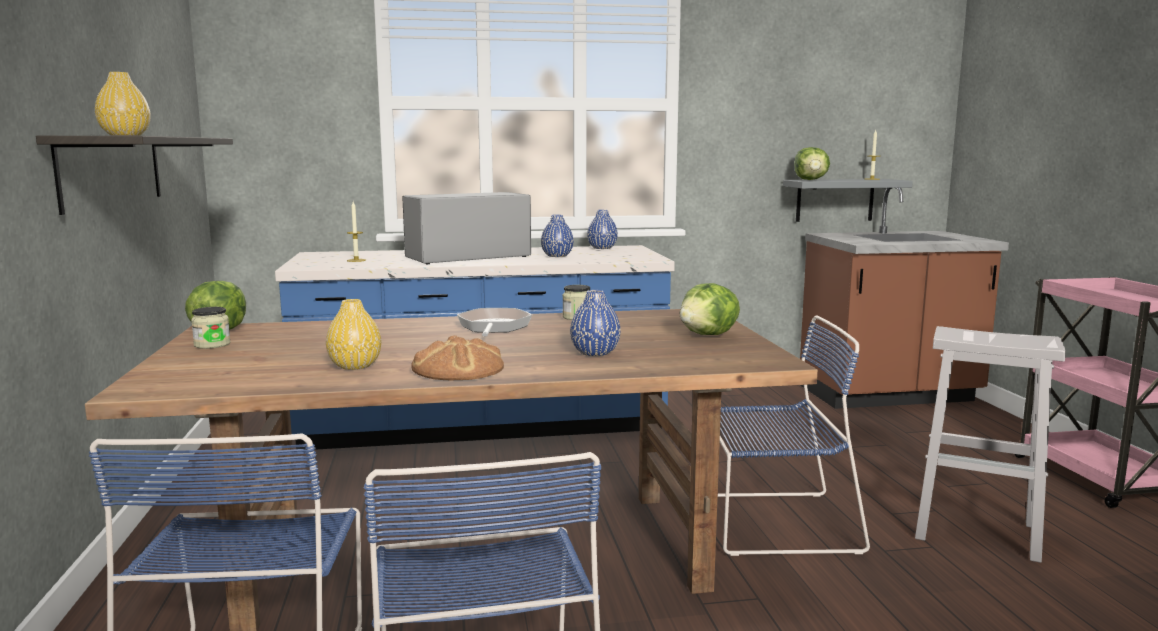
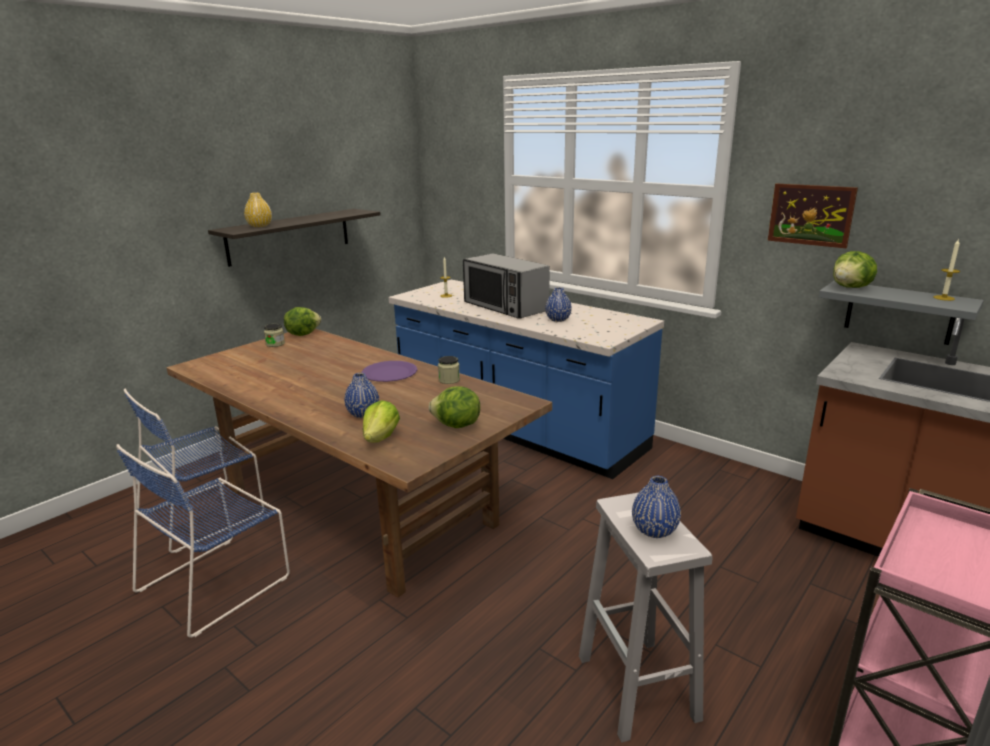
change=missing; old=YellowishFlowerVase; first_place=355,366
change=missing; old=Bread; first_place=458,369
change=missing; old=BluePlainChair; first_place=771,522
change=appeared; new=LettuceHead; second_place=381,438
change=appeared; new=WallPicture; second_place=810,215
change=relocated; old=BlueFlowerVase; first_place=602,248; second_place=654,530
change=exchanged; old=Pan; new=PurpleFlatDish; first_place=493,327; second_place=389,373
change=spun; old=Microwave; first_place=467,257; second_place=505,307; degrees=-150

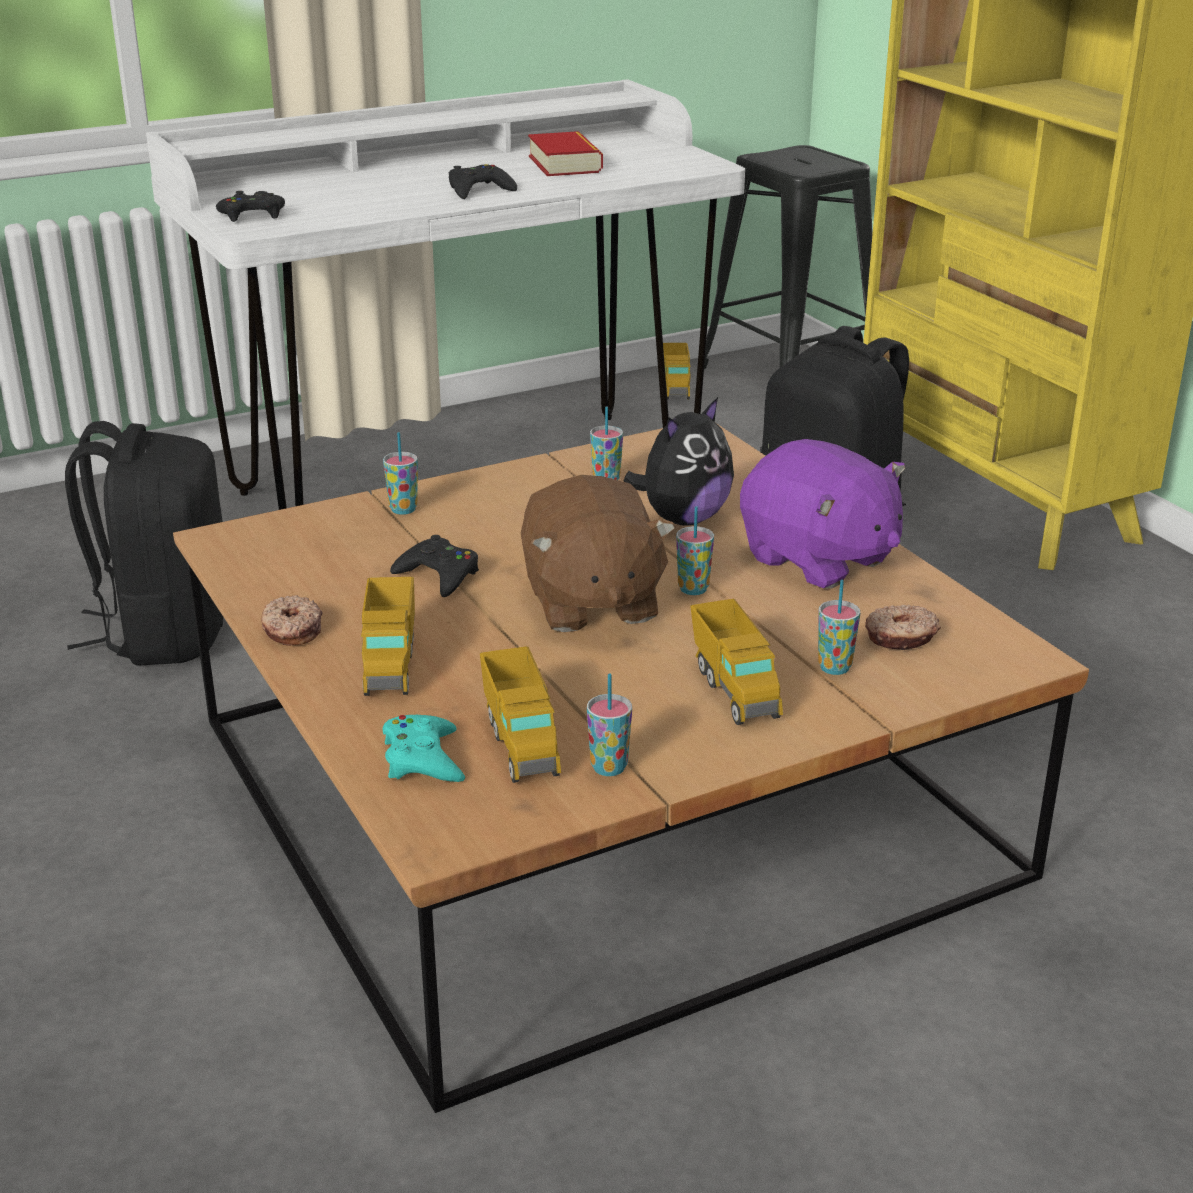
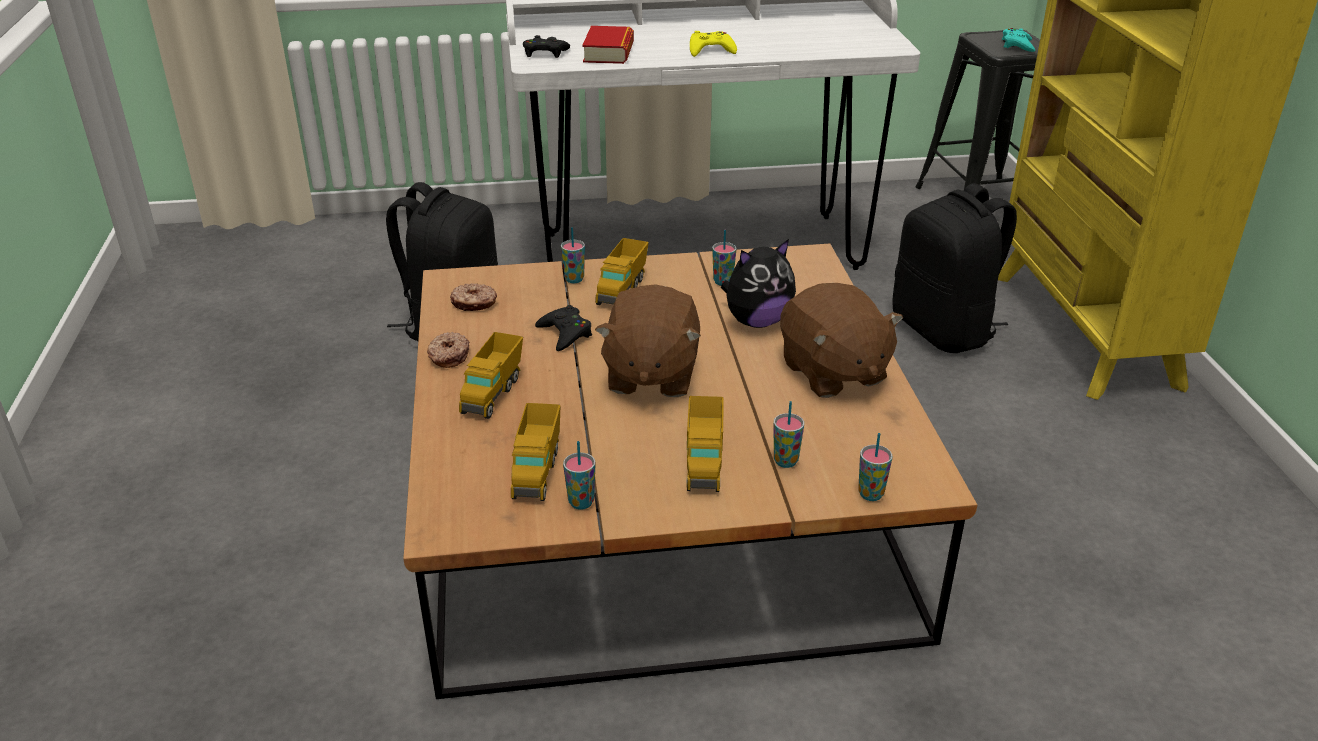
change=relocated; old=TurquoiseColouredJoypad; first_place=423,759; second_place=1017,45
change=relocated; old=Volume; first_place=565,164; second_place=608,52
change=relocated; old=ToyLorry; first_place=675,387; second_place=622,290
change=relocated; old=SmallCup; first_place=693,589; second_place=870,494
change=relocated; old=Donut; first_place=901,637; second_place=474,304
change=colour; old=BlackColouredJoypad; new=YellowishJoypad; first_place=479,190; second_place=710,50
change=colour; old=PurplePlushToy; new=BrownColouredPlushToy; first_place=818,559; second_place=832,372

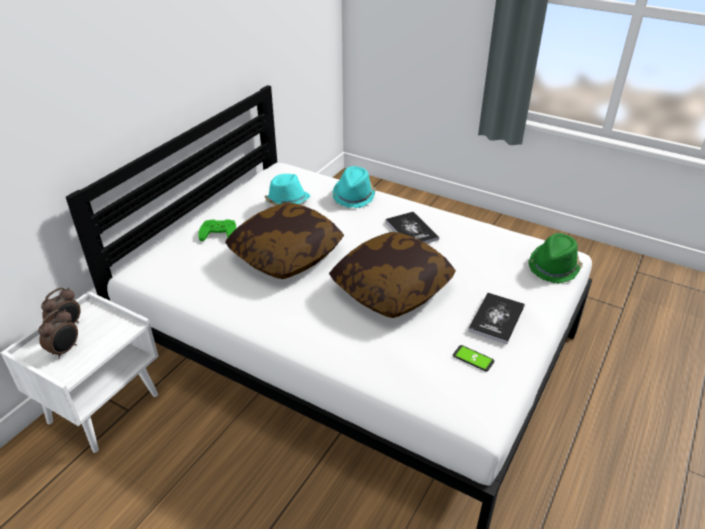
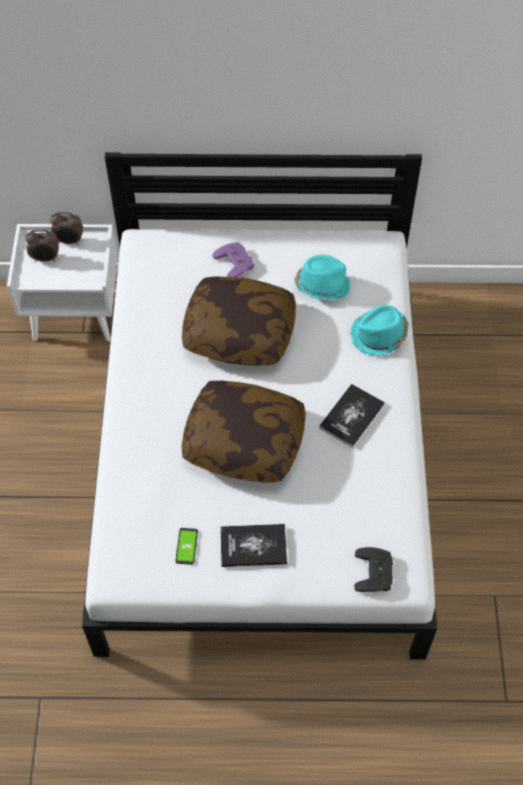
change=exchanged; old=GreenishClothingHat; new=BlackColouredJoypad; first_place=554,267; second_place=376,573
change=colour; old=GreenishJoypad; new=PurpleJoypad; first_place=219,232; second_place=237,262

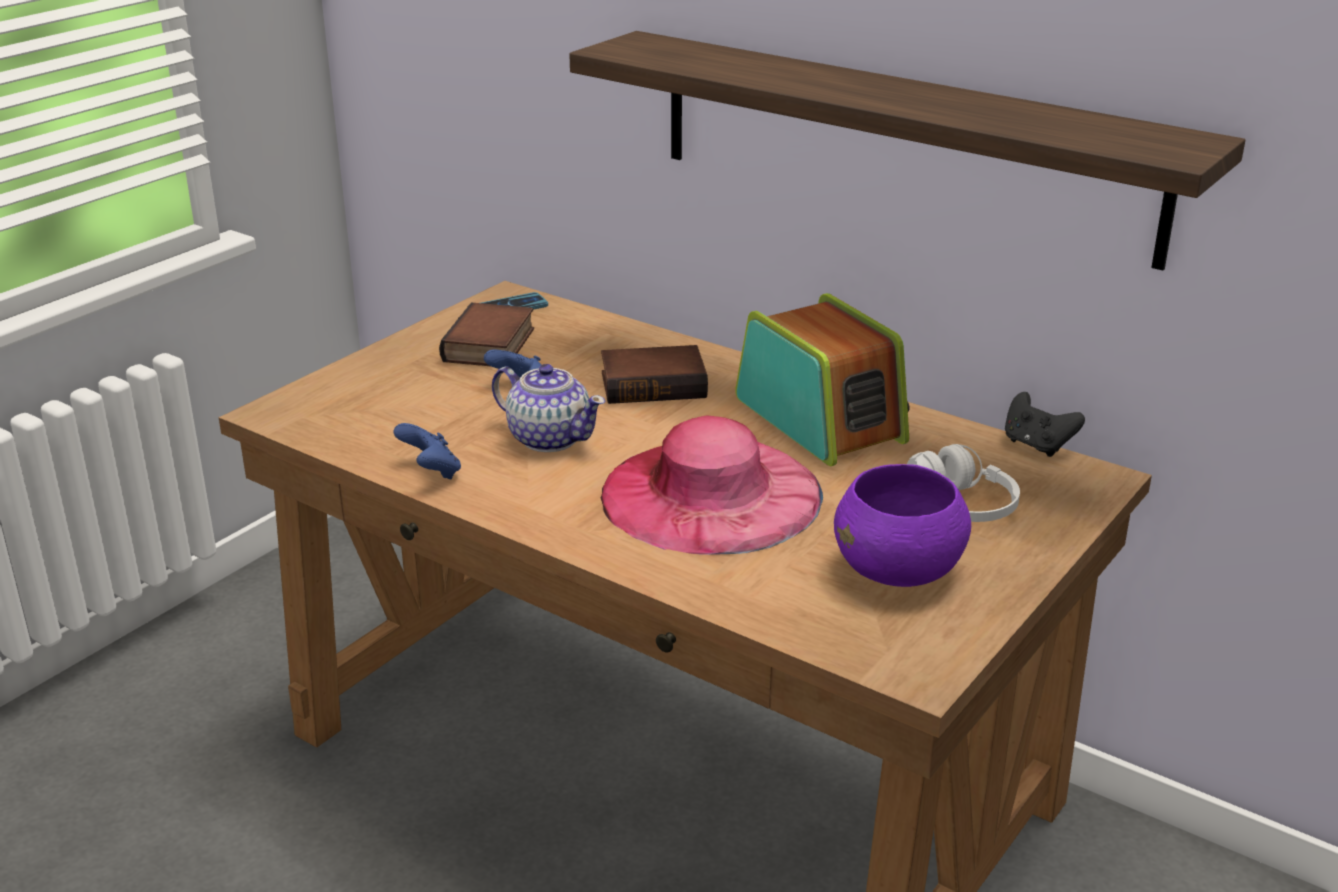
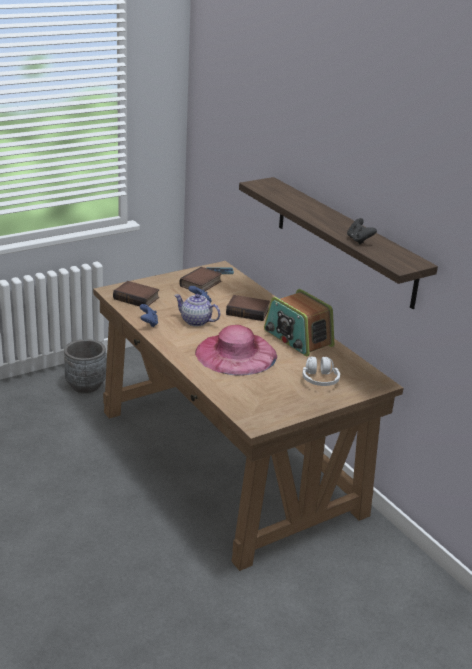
change=missing; old=PurpleBowl; first_place=899,571
change=appeared; new=GrayPlanter; second_place=86,385
change=appeared; new=Volume; second_place=137,298
change=relocated; old=BlackColouredJoypad; first_place=1037,445; second_place=359,240
change=spun; old=Teapot; first_place=549,438; second_place=196,321; degrees=150
change=spun; old=RadioReceiver; first_place=821,419; second_place=297,338; degrees=150

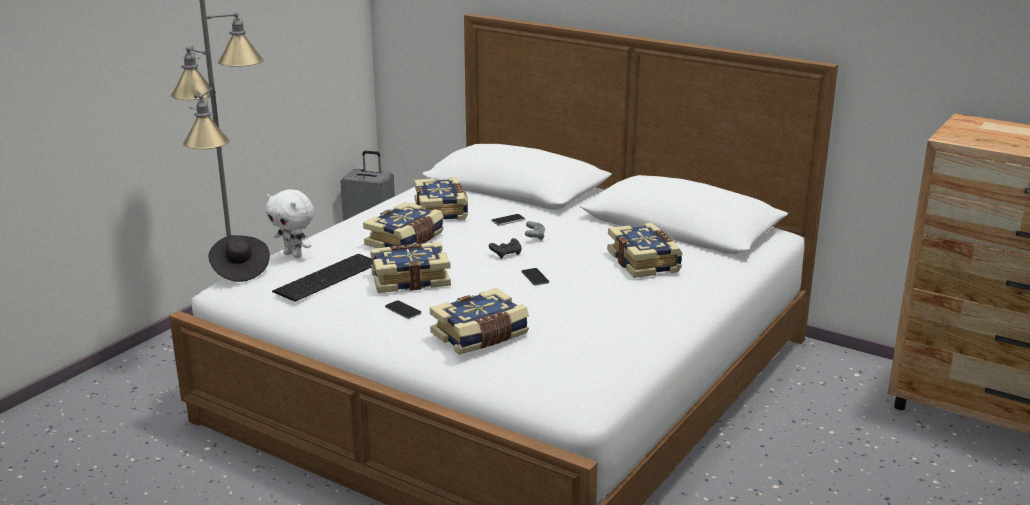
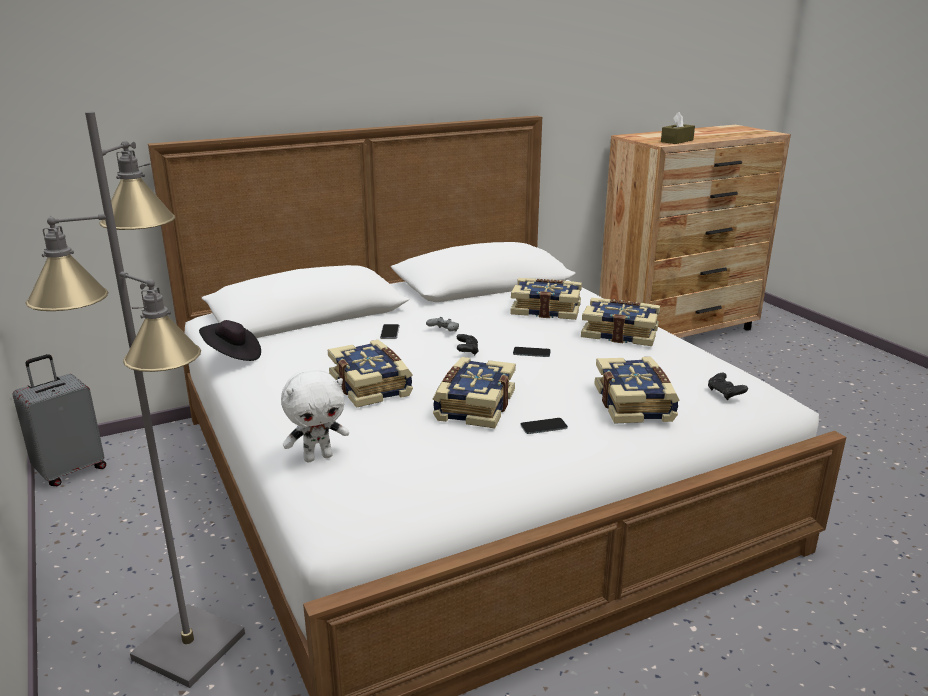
change=missing; old=ComputerKeyboard; first_place=329,277
change=appeared; new=BrownColouredTissueHolder; second_place=677,141
change=appeared; new=BlackColouredJoypad; second_place=725,393
change=relocated; old=BlackColouredClothingHat; first_place=240,270; second_place=232,355
change=relocated; old=Volume; first_place=442,211; second_place=620,333

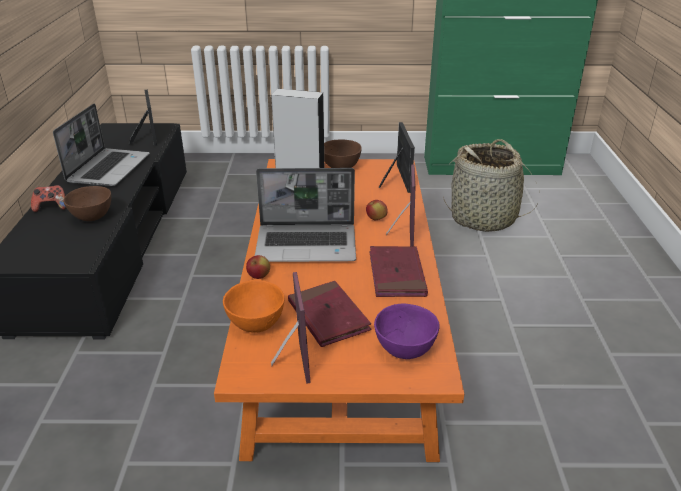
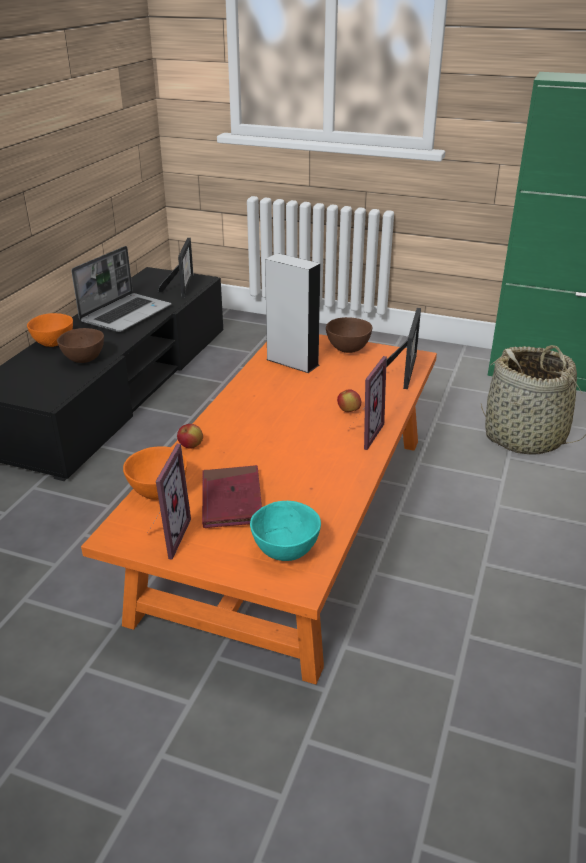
change=missing; old=Laptop; first_place=307,244
change=missing; old=ReddishVolume; first_place=397,275
change=exchanged; old=Joypad; new=OrangeyBowl; first_place=51,207; second_place=54,343
change=colour; old=PurpleBowl; new=TurquoiseColouredBowl; first_place=404,350; second_place=284,551

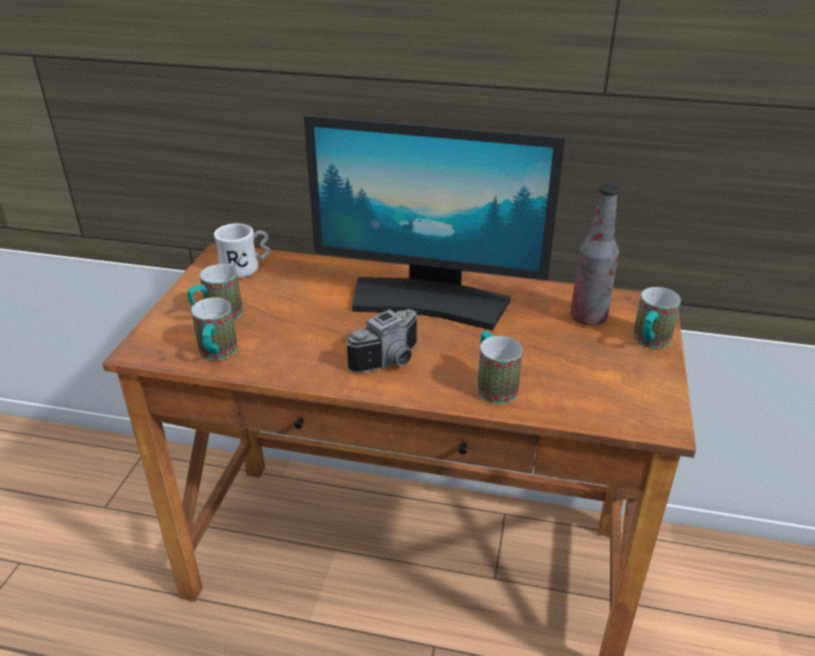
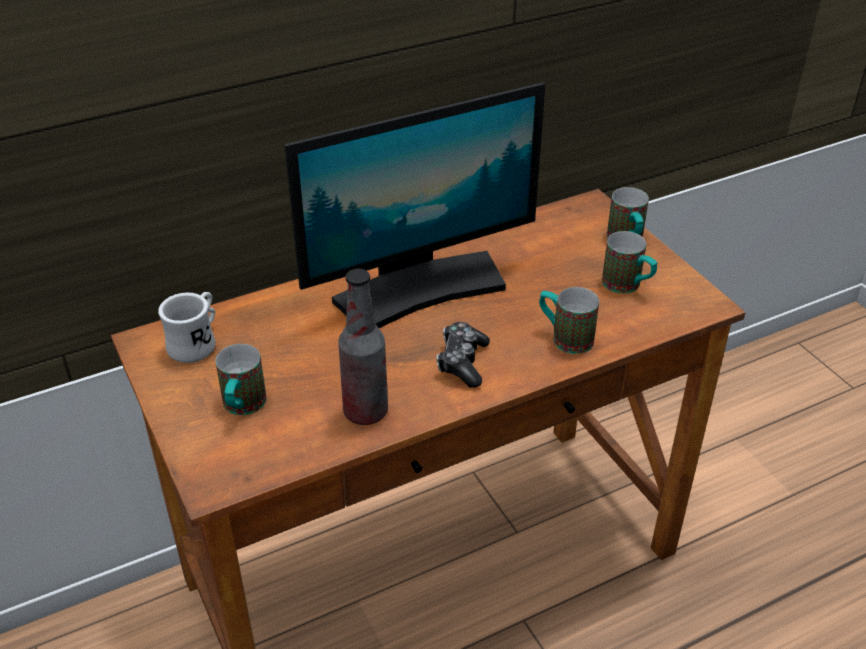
change=relocated; old=CoffeeMug; first_place=217,355; second_place=627,286
change=relocated; old=DrinkBottle; first_place=588,318; second_place=365,412
change=exchanged; old=StillCamera; new=Joypad; first_place=391,361; second_place=462,362

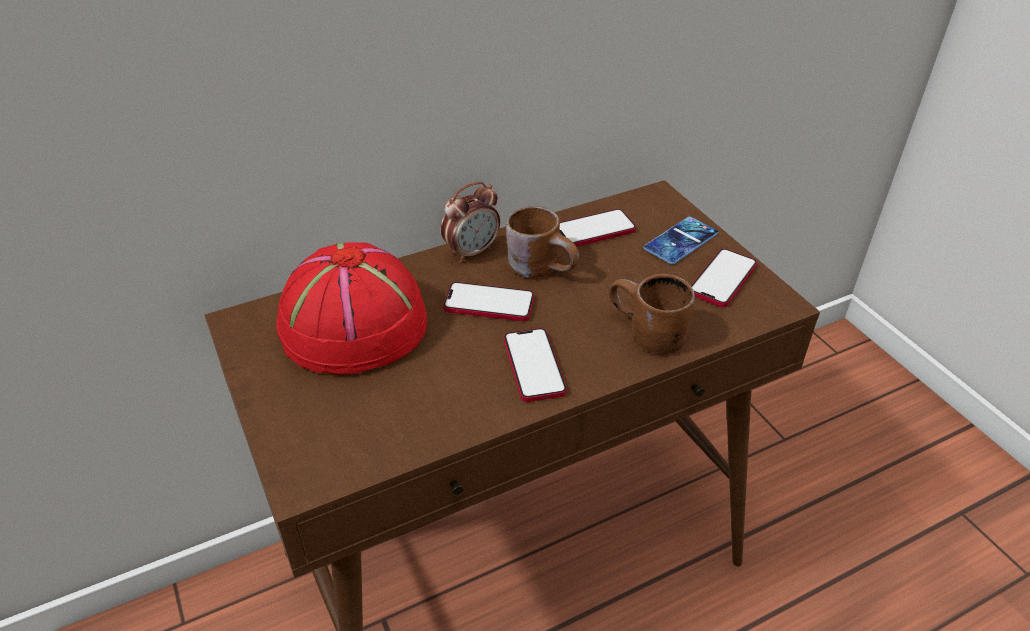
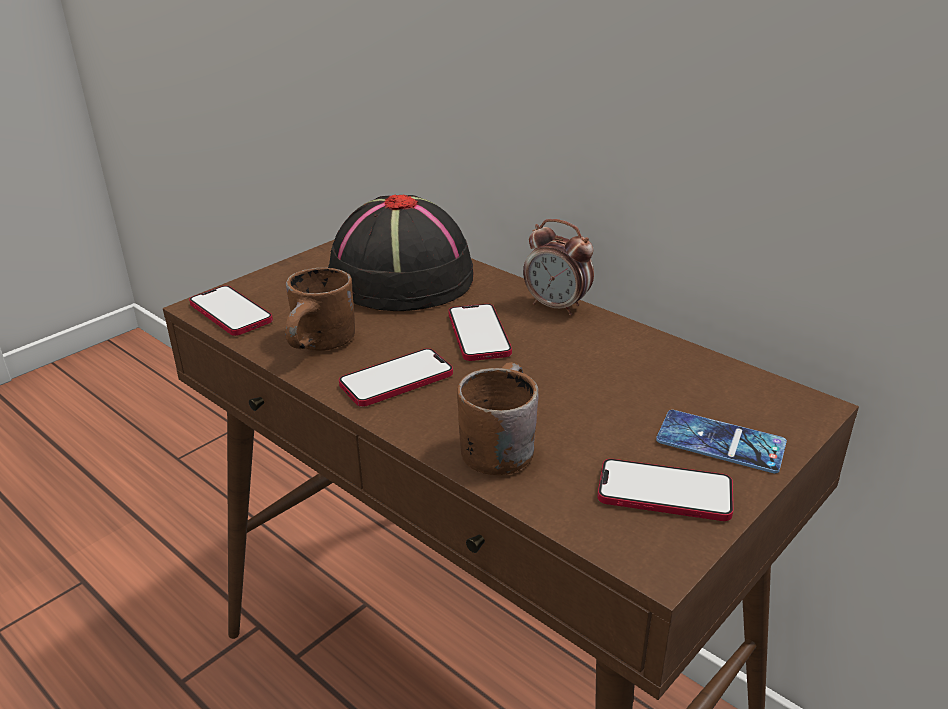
change=relocated; old=BrownColouredCoffeeMug; first_place=543,267; second_place=324,346
change=relocated; old=Handset; first_place=594,230; second_place=230,313
change=colour; old=ReddishClothingHat; new=BlackColouredClothingHat; first_place=352,325; second_place=400,278

